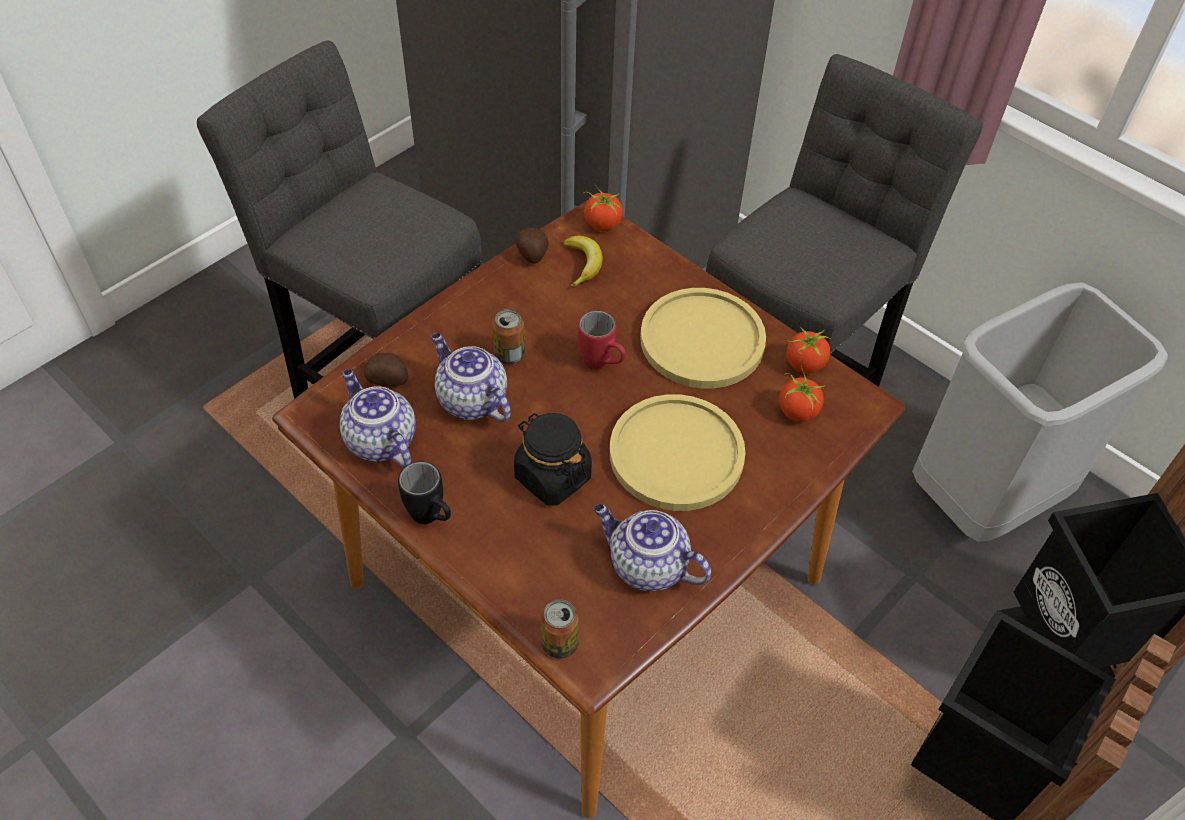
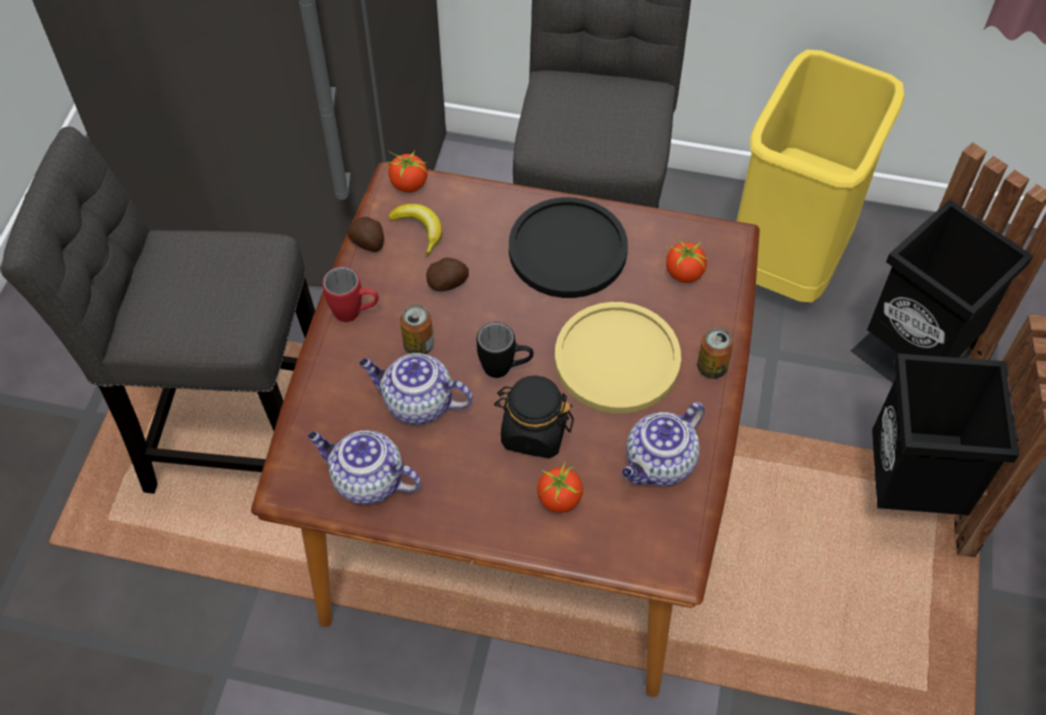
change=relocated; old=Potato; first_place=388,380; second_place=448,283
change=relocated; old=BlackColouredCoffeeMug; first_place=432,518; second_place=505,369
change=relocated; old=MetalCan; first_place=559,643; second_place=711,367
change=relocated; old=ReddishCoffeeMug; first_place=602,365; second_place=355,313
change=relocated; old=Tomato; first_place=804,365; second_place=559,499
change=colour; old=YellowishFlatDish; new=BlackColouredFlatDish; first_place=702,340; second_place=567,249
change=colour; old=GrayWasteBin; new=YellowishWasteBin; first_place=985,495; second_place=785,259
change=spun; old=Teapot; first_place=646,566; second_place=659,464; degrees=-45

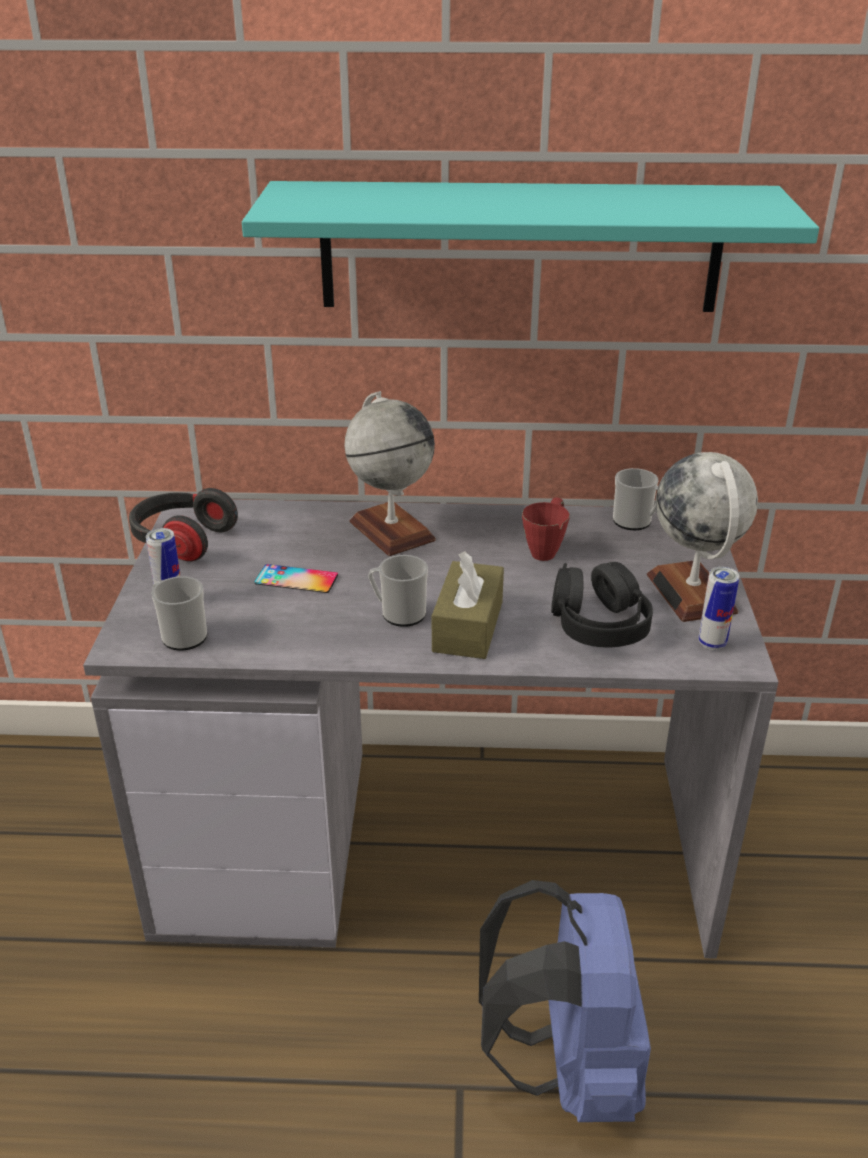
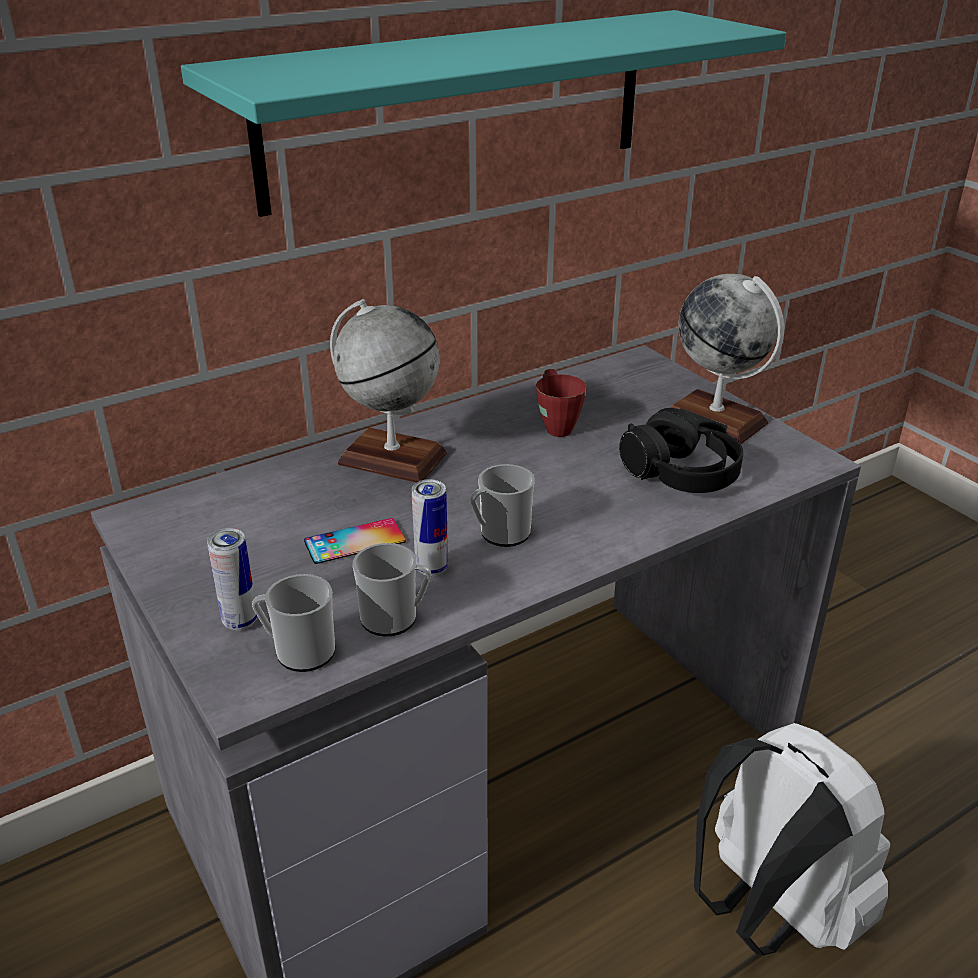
change=missing; old=PairOfHeadphones; first_place=181,540
change=missing; old=BrownColouredTissueHolder; first_place=468,626
change=relocated; old=CoffeeMug; first_place=636,522; second_place=395,618
change=relocated; old=MetalCan; first_place=712,643; second_place=431,568
change=colour; old=BlueRucksack; new=WhitishRucksack; first_place=566,1065; second_place=770,910

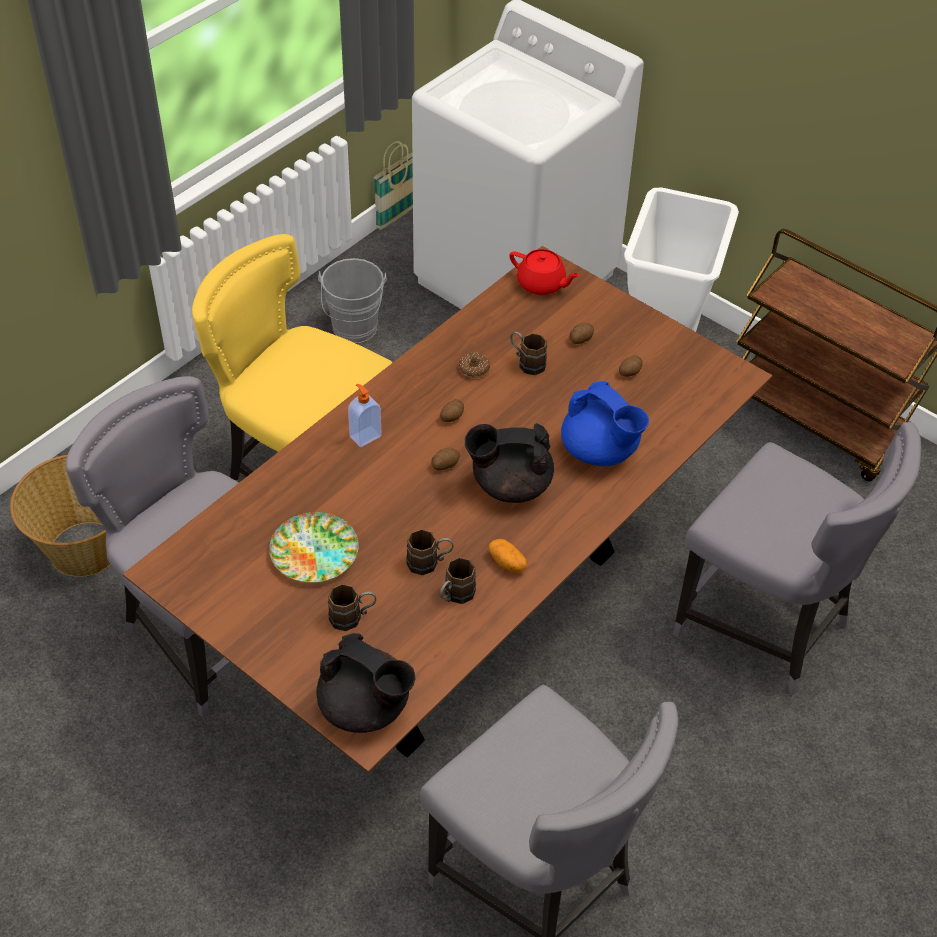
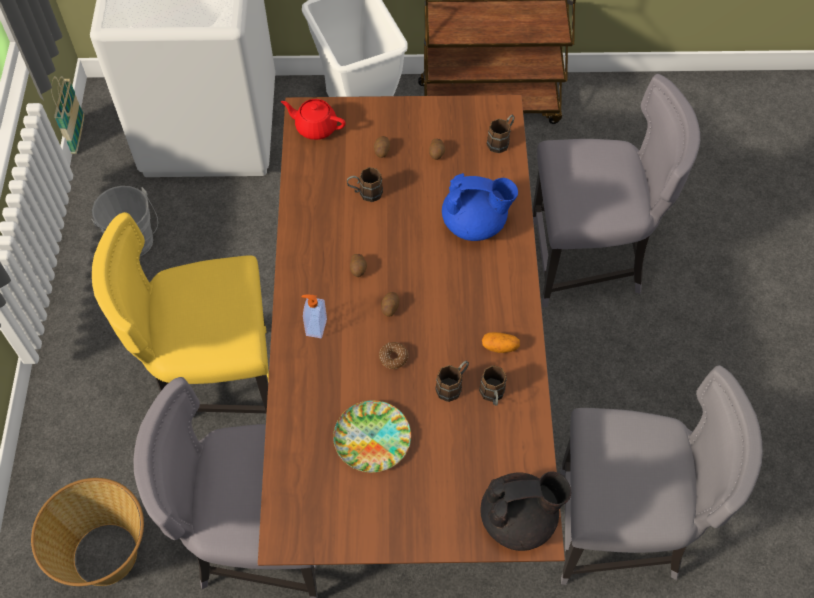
change=missing; old=BlackColouredTeapot; first_place=509,484
change=relocated; old=BrownColouredCoffeeMug; first_place=352,617; second_place=501,141
change=relocated; old=Donut; first_place=474,369; second_place=393,357
change=spun; old=ReddishTeapot; first_place=541,284; second_place=315,127; degrees=-150

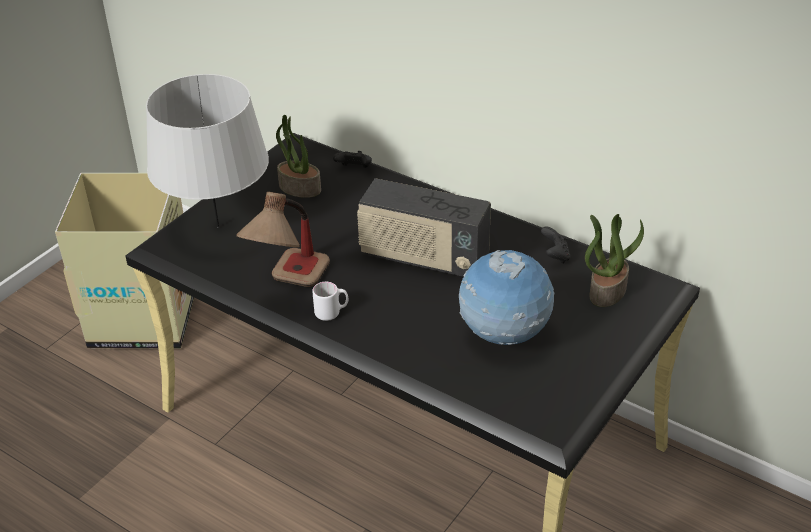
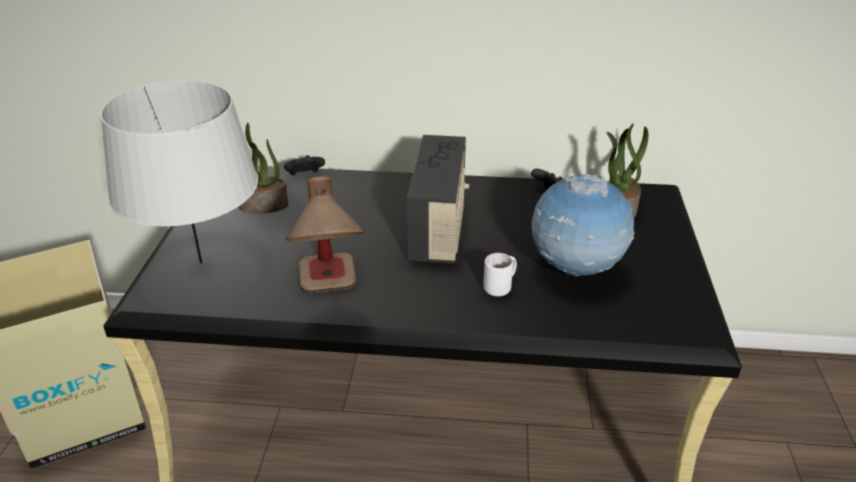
change=relocated; old=WhitishCoffeeMug; first_place=332,312; second_place=500,287
change=spun; old=RadioReceiver; first_place=423,258; second_place=439,229; degrees=-75

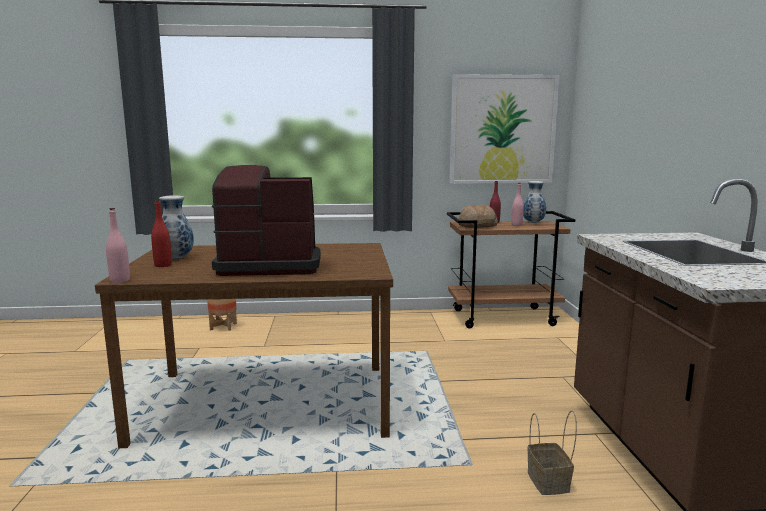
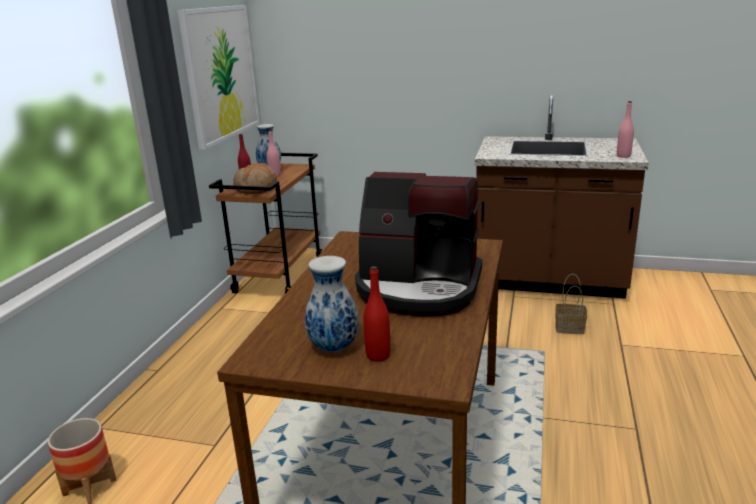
change=relocated; old=PinkColouredDrinkBottle; first_place=120,280; second_place=623,156
change=spun; old=CoffeeMaker; first_place=269,265; second_place=419,288; degrees=-90

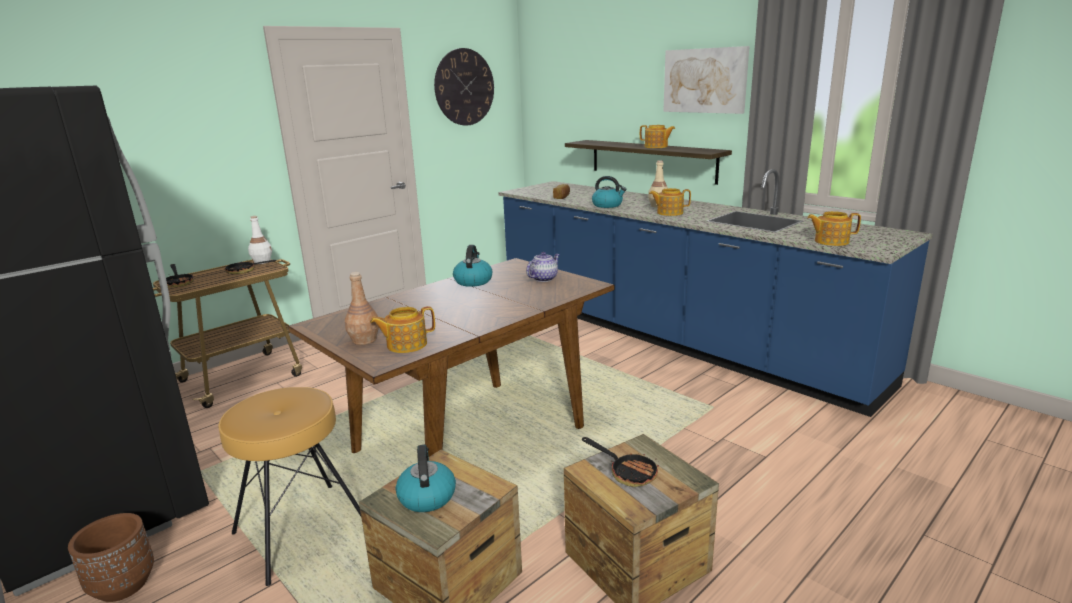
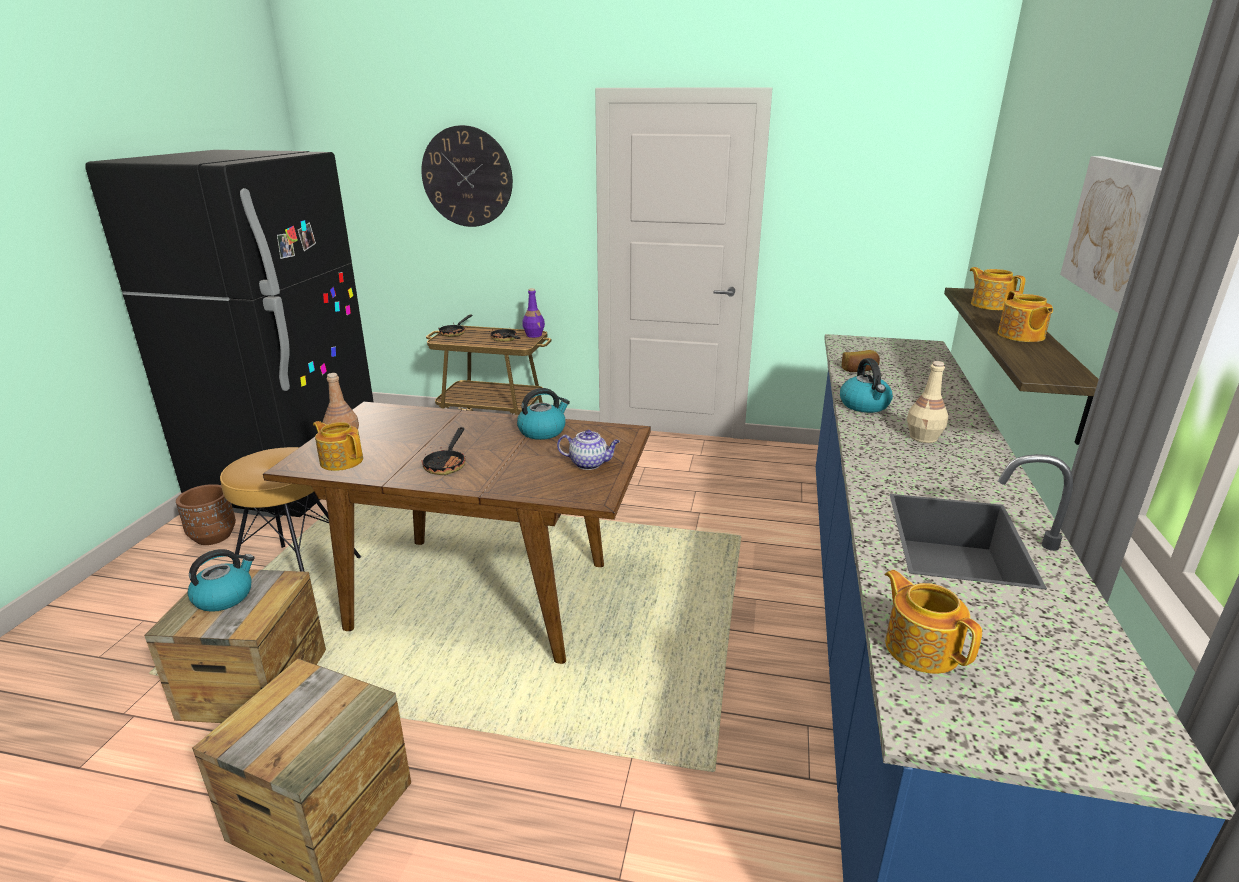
change=relocated; old=HangingClock; first_place=464,87; second_place=467,177
change=relocated; old=Pan; first_place=627,472; second_place=447,464
change=relocated; old=Teapot; first_place=669,213; second_place=990,305
change=colour; old=WhitishDrinkBottle; new=PurpleDrinkBottle; first_place=262,261; second_place=534,335

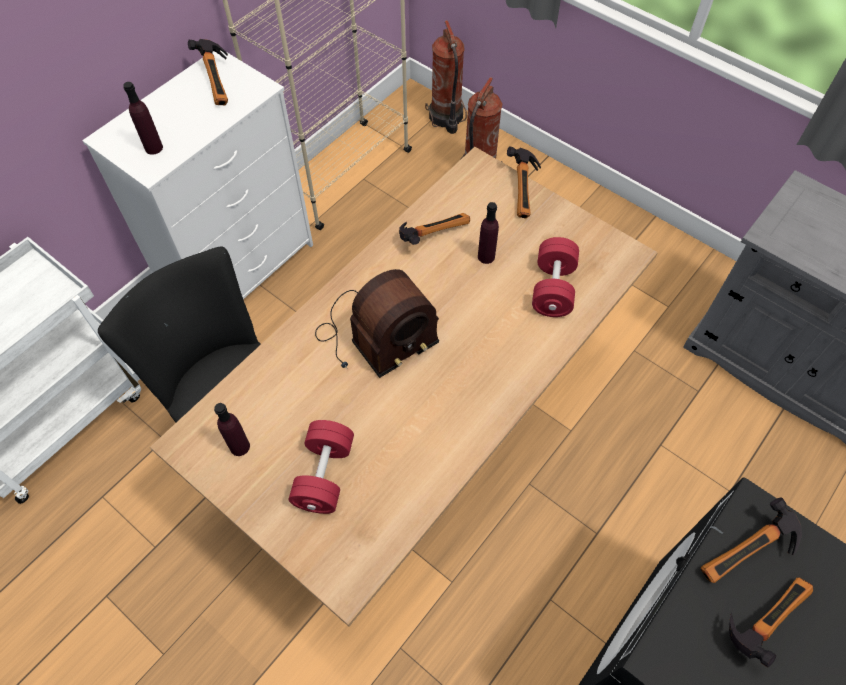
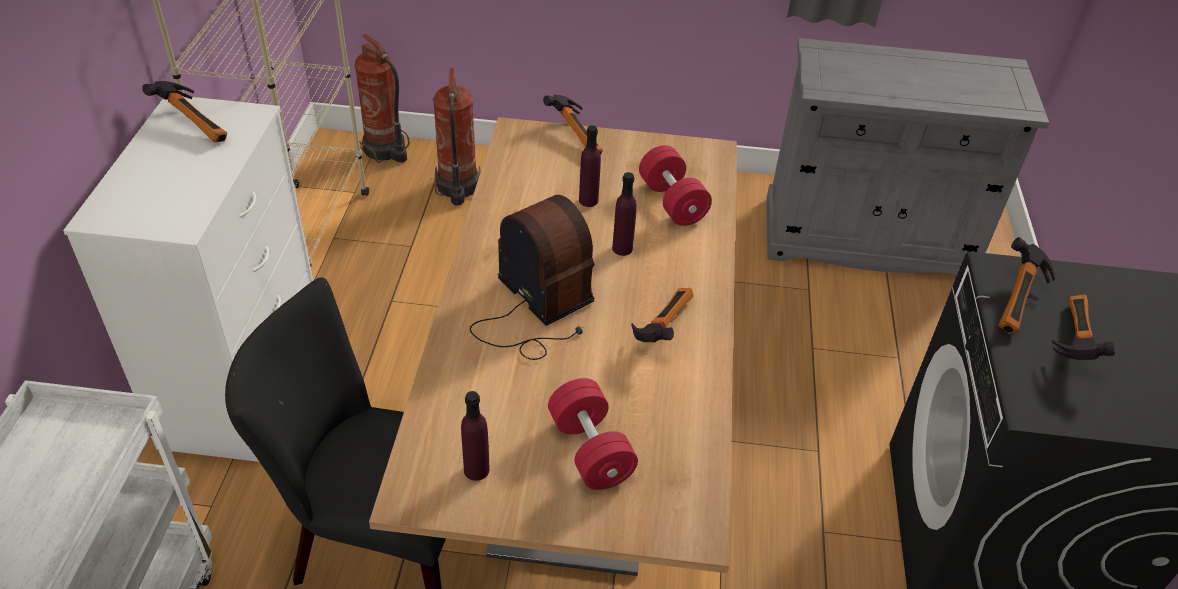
change=relocated; old=PurpleDrinkBottle; first_place=154,148; second_place=622,248
change=relocated; old=ToolHammer; first_place=432,233; second_place=660,325
change=spun; old=RadioReceiver; first_place=374,336; second_place=536,309; degrees=-60

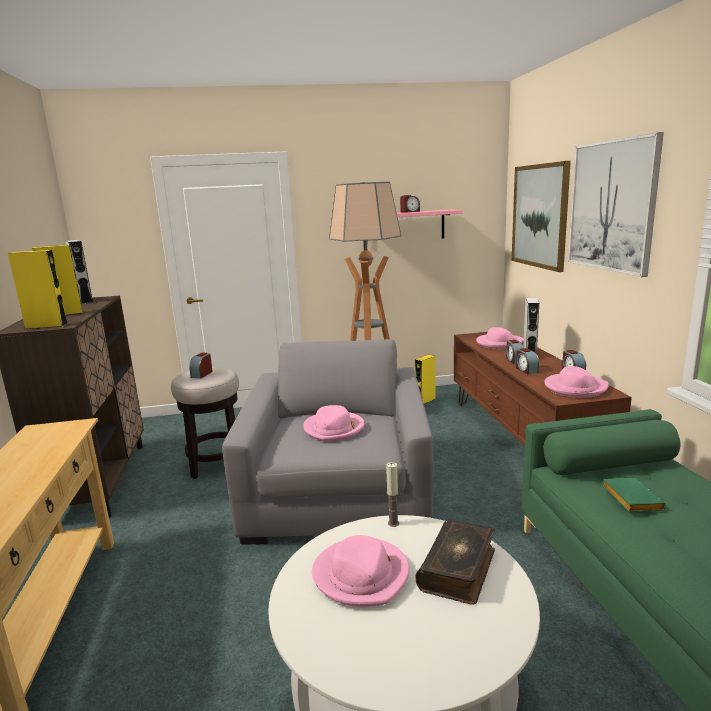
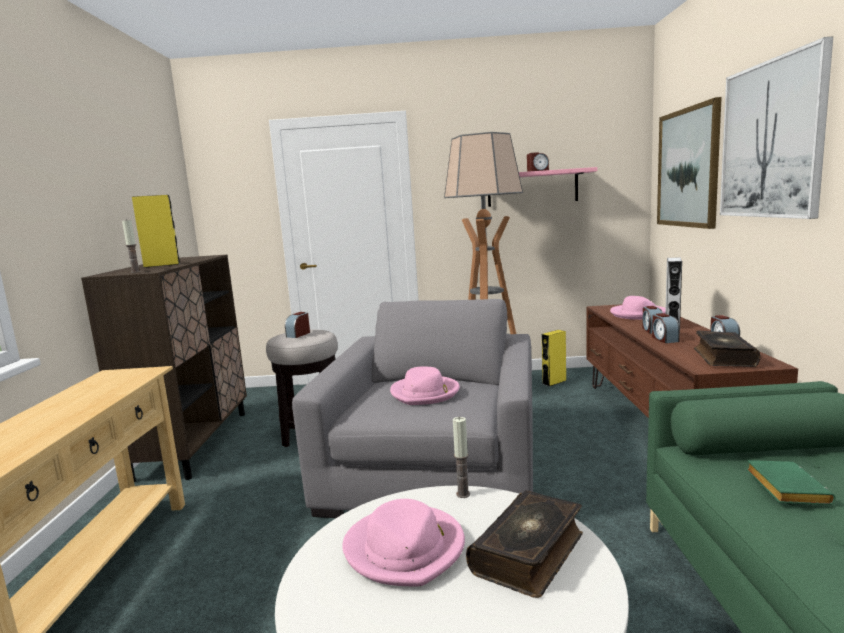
change=missing; old=GrayAudioSpeaker; first_place=85,301
change=exchanged; old=YellowishAudioSpeaker; new=WaxCandle; first_place=46,326; second_place=135,272
change=exchanged; old=PinkColouredClothingHat; new=Volume; first_place=575,388; second_place=723,357

